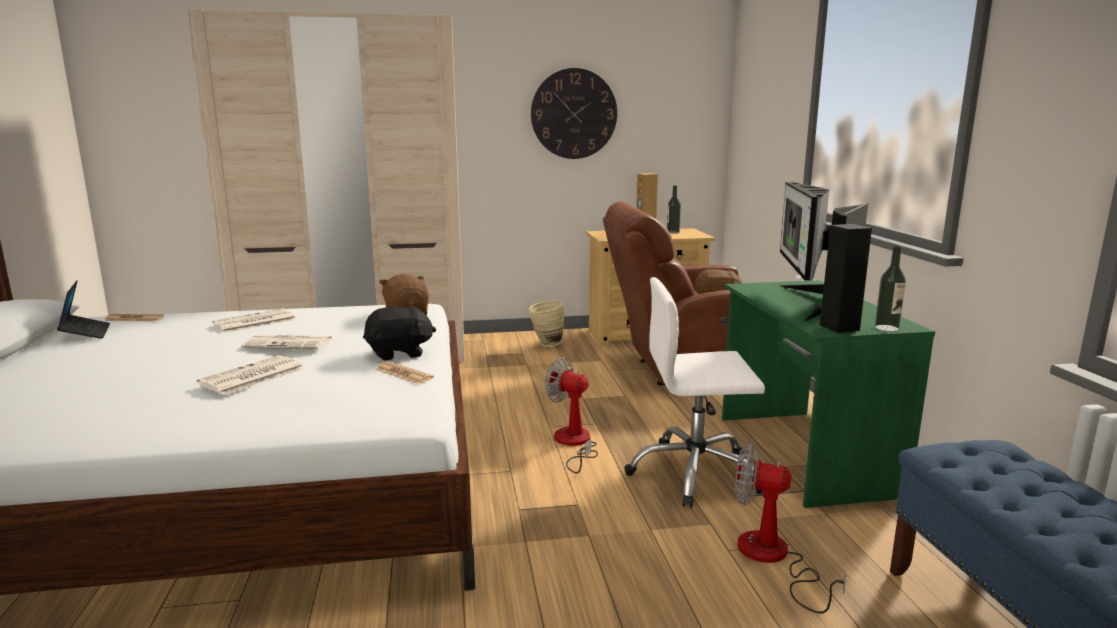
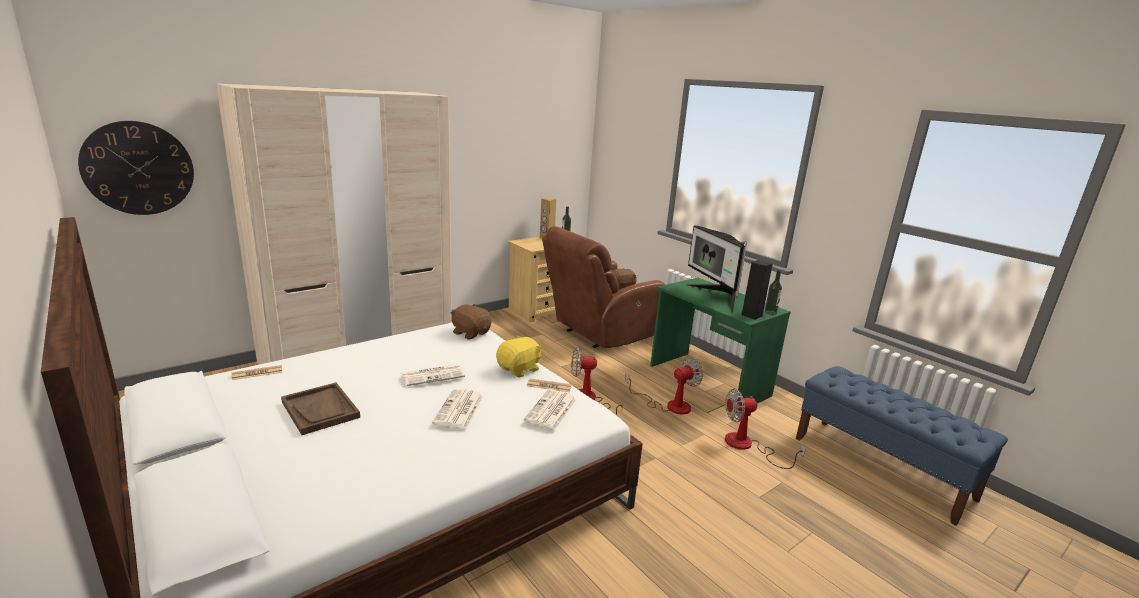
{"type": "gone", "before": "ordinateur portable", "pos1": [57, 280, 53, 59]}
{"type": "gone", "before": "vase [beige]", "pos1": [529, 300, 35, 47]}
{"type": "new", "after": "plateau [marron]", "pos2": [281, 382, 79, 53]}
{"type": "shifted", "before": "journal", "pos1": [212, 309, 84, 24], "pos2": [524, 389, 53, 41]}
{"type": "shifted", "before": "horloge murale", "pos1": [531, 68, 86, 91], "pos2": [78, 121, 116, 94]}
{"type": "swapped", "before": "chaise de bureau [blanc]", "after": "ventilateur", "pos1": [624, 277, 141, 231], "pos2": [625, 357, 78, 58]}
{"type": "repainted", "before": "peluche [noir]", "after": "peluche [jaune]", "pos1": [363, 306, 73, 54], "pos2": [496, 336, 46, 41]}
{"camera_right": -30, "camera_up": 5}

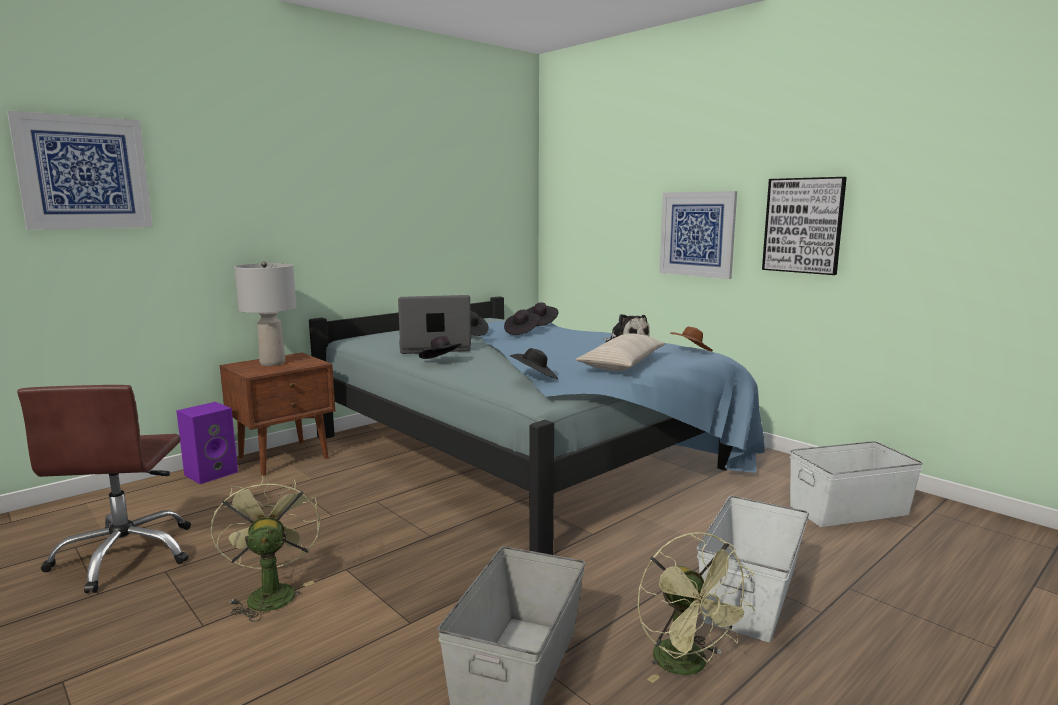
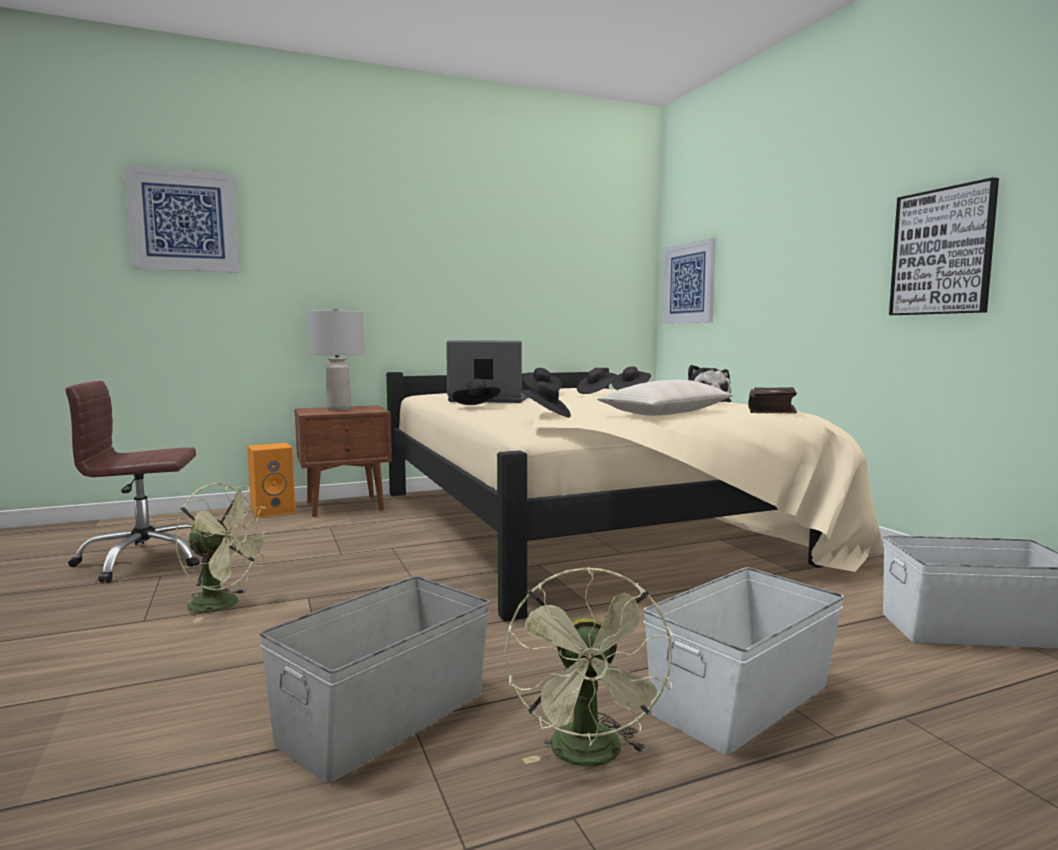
{"type": "shifted", "before": "tableau", "pos1": [659, 191, 78, 88], "pos2": [663, 238, 53, 86]}
{"type": "swapped", "before": "chapeau [marron]", "after": "livre", "pos1": [670, 326, 43, 26], "pos2": [748, 387, 49, 27]}
{"type": "repainted", "before": "enceinte [violet]", "after": "enceinte [orange]", "pos1": [176, 402, 62, 82], "pos2": [247, 443, 49, 75]}
{"type": "repainted", "before": "lit [bleu]", "after": "lit [beige]", "pos1": [309, 297, 456, 258], "pos2": [386, 368, 498, 254]}
{"type": "rotated", "before": "chaise de bureau [marron]", "pos1": [17, 385, 174, 208], "pos2": [65, 381, 135, 202], "turn": 60}
{"type": "rotated", "before": "ventilateur [vert]", "pos1": [211, 475, 110, 147], "pos2": [175, 483, 97, 139], "turn": 105}
{"camera_right": 20, "camera_up": -5}

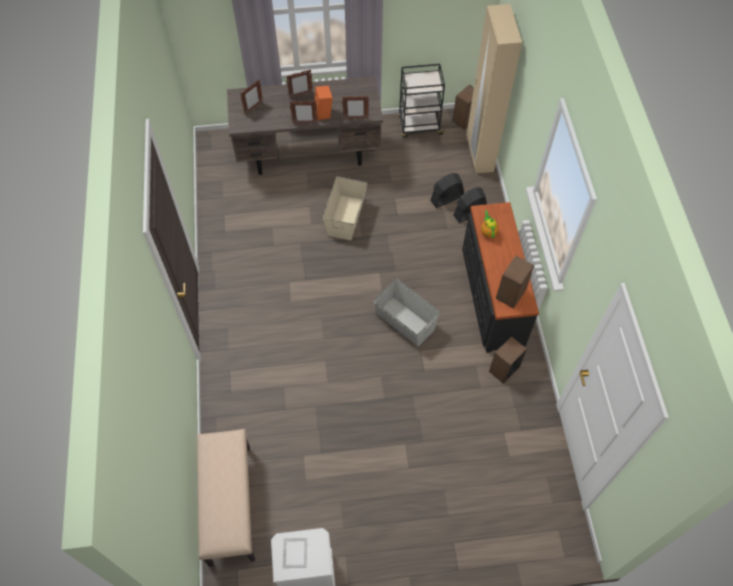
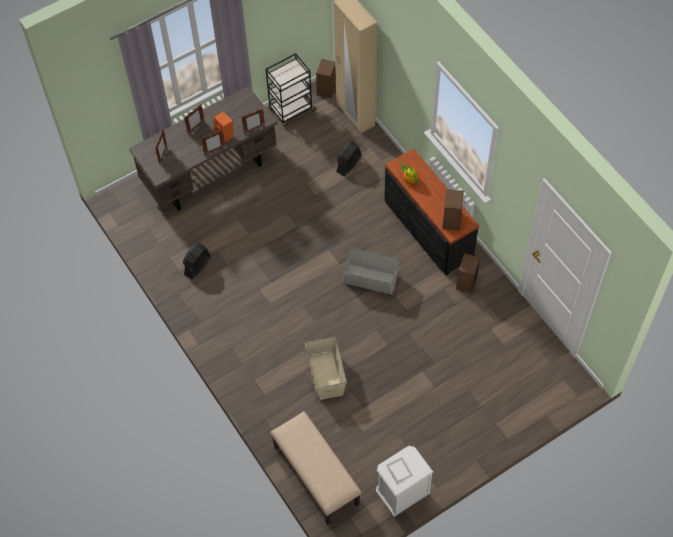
{"type": "shifted", "before": "boîte de rangement [beige]", "pos1": [323, 176, 45, 64], "pos2": [305, 336, 42, 64]}
{"type": "shifted", "before": "ventilateur [noir]", "pos1": [453, 187, 34, 36], "pos2": [183, 242, 28, 37]}
{"camera_right": -25, "camera_up": 0}

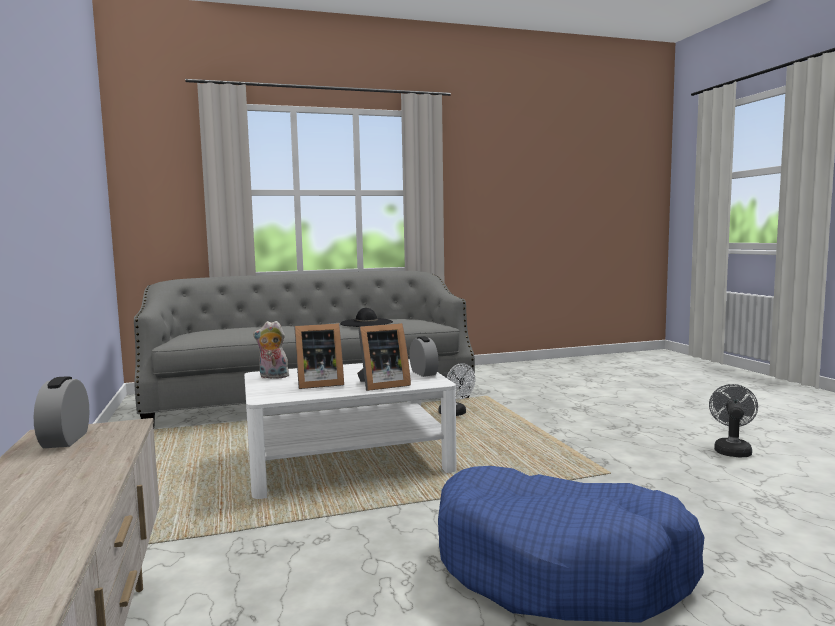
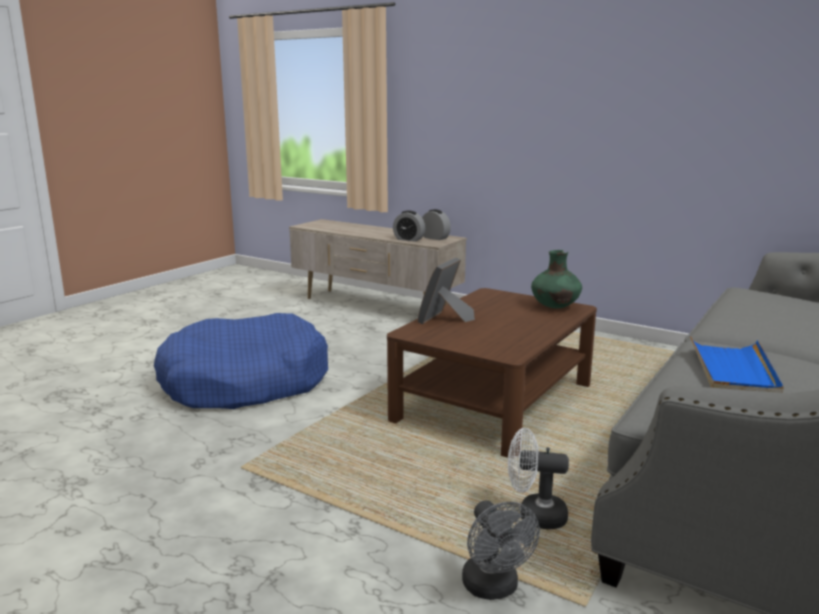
{"type": "gone", "before": "cadre photo", "pos1": [294, 323, 50, 66]}
{"type": "shifted", "before": "réveil", "pos1": [409, 336, 30, 41], "pos2": [393, 210, 32, 32]}
{"type": "shifted", "before": "ventilateur [gris]", "pos1": [709, 384, 49, 73], "pos2": [462, 500, 78, 100]}
{"type": "swapped", "before": "peluche", "after": "vase [vert]", "pos1": [253, 321, 36, 58], "pos2": [531, 250, 51, 58]}
{"type": "swapped", "before": "chapeau [noir]", "after": "plateau [bleu]", "pos1": [340, 308, 53, 19], "pos2": [690, 336, 94, 57]}
{"type": "repainted", "before": "table basse [blanc]", "after": "table basse [marron]", "pos1": [244, 359, 213, 140], "pos2": [387, 288, 210, 170]}
{"camera_right": 140, "camera_up": 10}

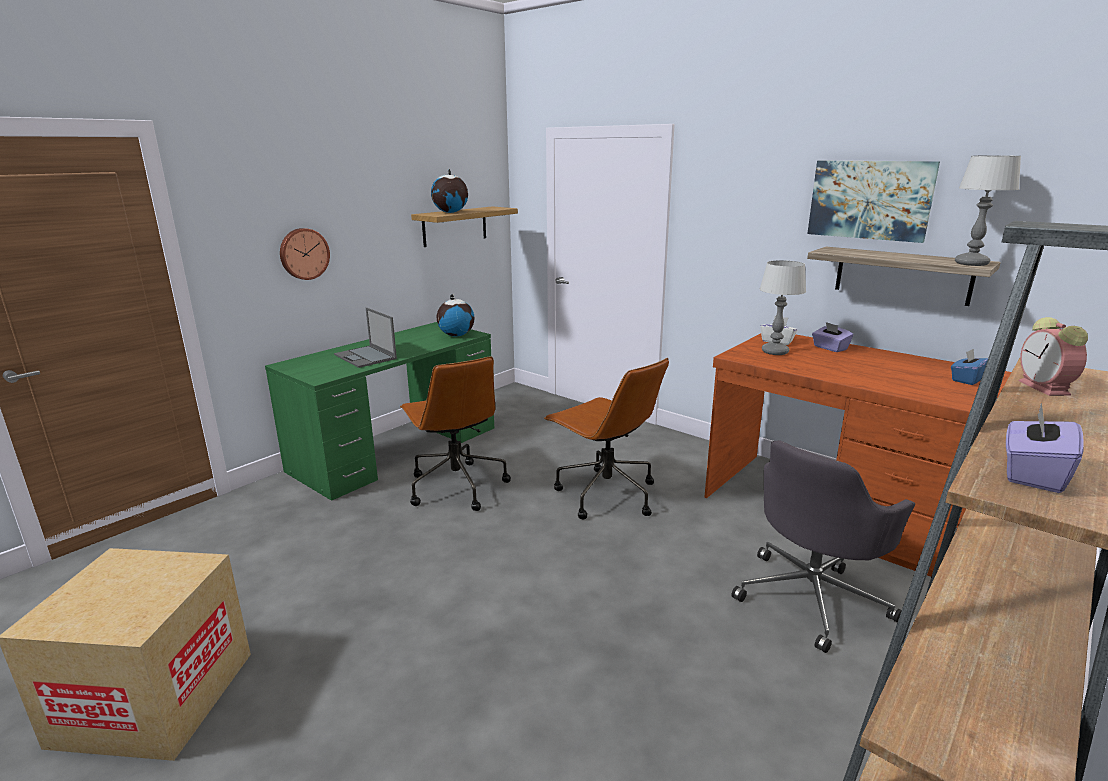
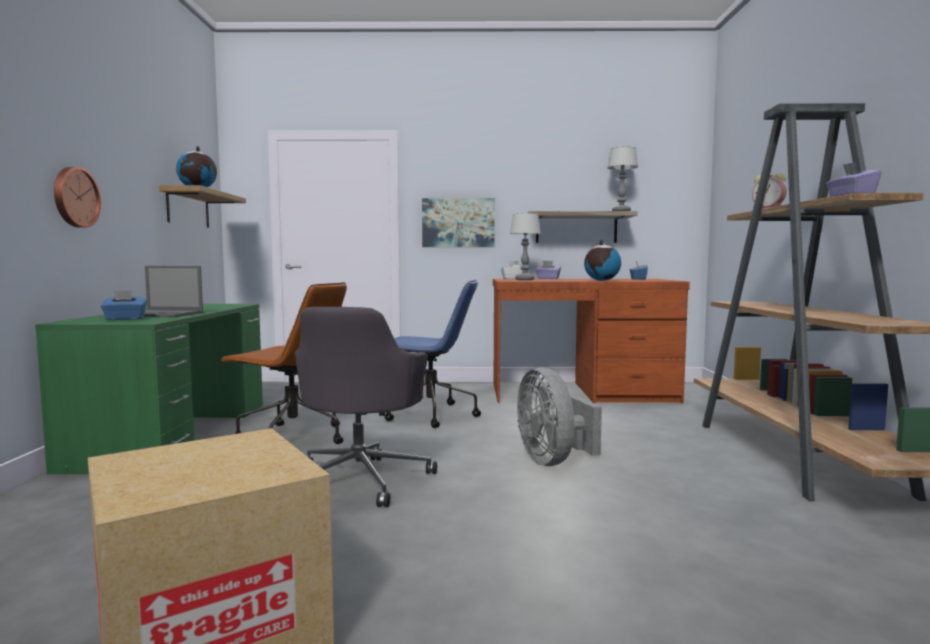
{"type": "new", "after": "boîte à mouchoirs [bleu]", "pos2": [101, 290, 46, 30]}
{"type": "new", "after": "ventilateur [gris]", "pos2": [517, 367, 85, 99]}
{"type": "shifted", "before": "globe", "pos1": [437, 294, 37, 43], "pos2": [584, 240, 37, 41]}
{"type": "shifted", "before": "chaise de bureau [gris]", "pos1": [732, 440, 183, 213], "pos2": [295, 307, 142, 200]}
{"type": "shifted", "before": "tableau", "pos1": [807, 161, 133, 82], "pos2": [422, 198, 73, 49]}
{"type": "repainted", "before": "chaise de bureau [marron]", "after": "chaise de bureau [bleu]", "pos1": [544, 358, 125, 162], "pos2": [385, 279, 96, 149]}
{"camera_right": -40, "camera_up": -15}

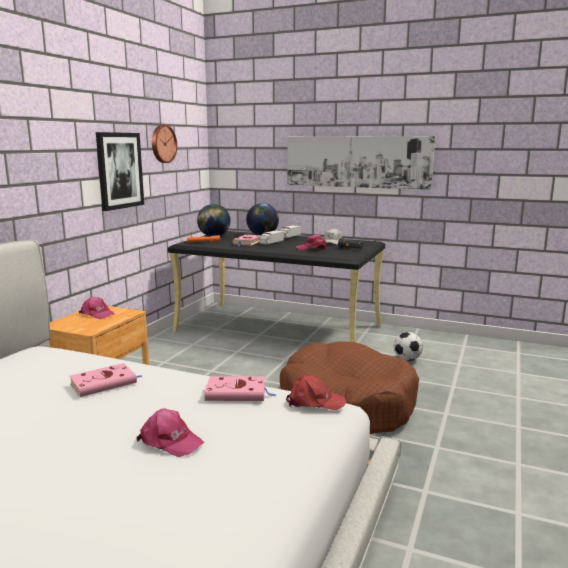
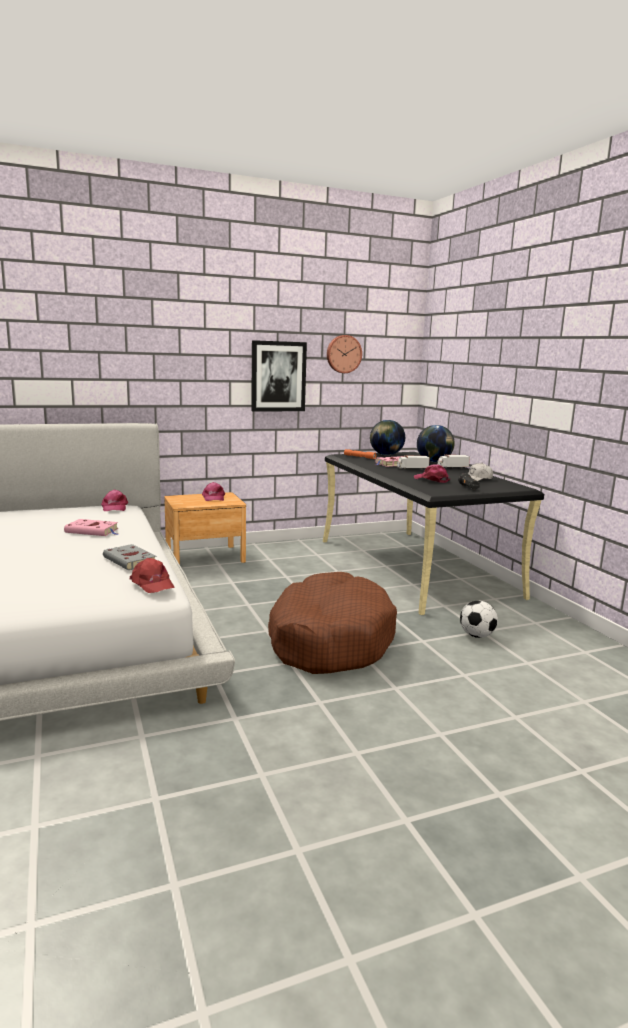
{"type": "gone", "before": "tableau", "pos1": [287, 136, 148, 54]}
{"type": "shifted", "before": "casquette [rose]", "pos1": [136, 409, 68, 48], "pos2": [101, 490, 28, 21]}
{"type": "repainted", "before": "livre [rose]", "after": "livre [gris]", "pos1": [204, 376, 72, 25], "pos2": [103, 544, 53, 26]}
{"camera_right": 45, "camera_up": 0}

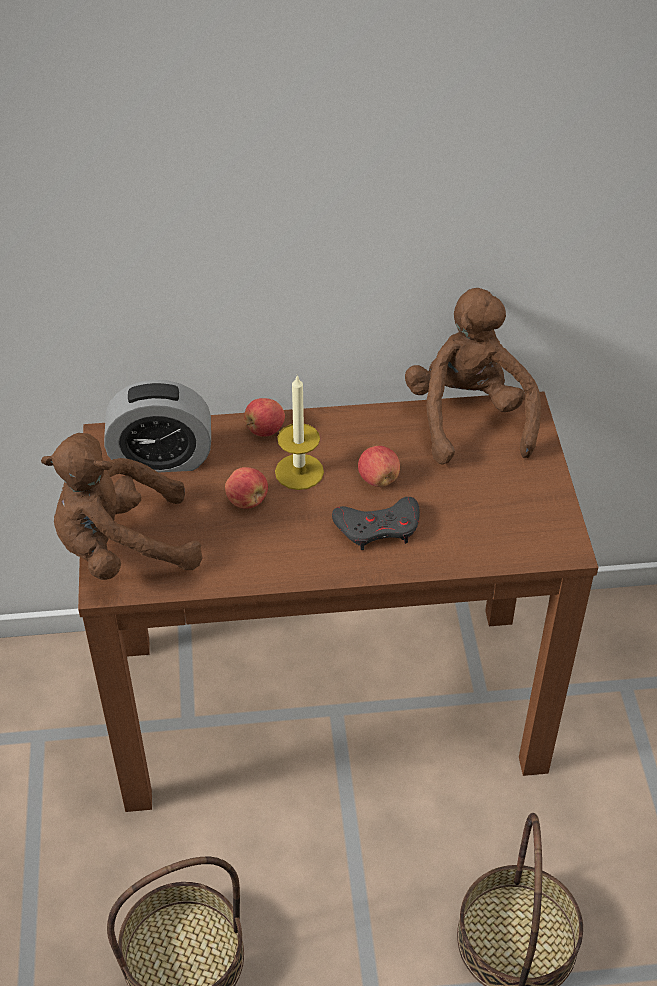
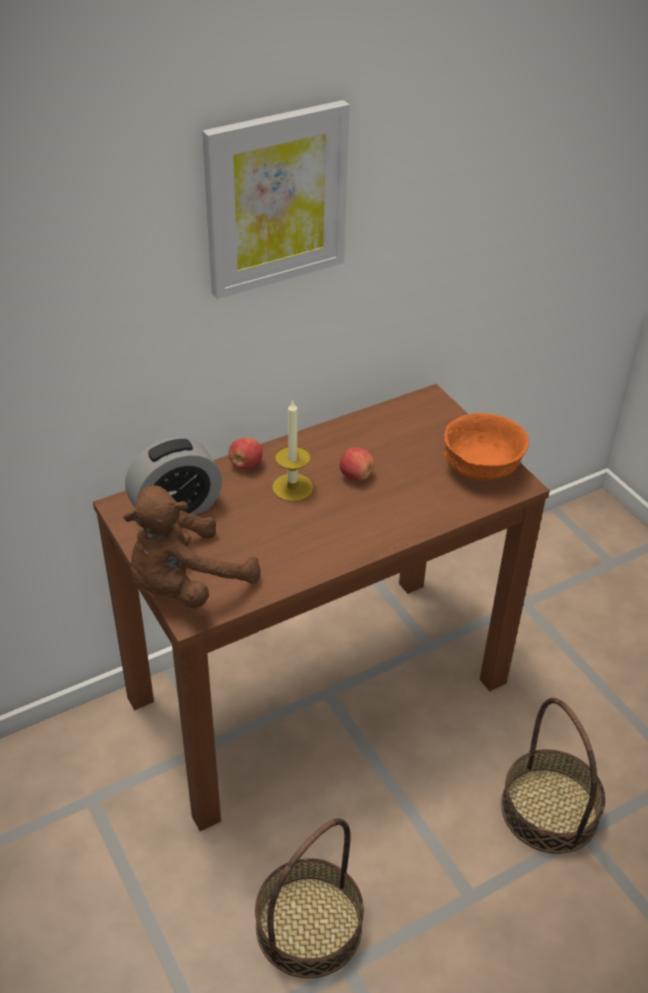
{"type": "gone", "before": "pomme", "pos1": [225, 467, 43, 41]}
{"type": "gone", "before": "manette [gris]", "pos1": [332, 497, 88, 53]}
{"type": "gone", "before": "peluche [marron]", "pos1": [405, 288, 136, 177]}
{"type": "new", "after": "tableau", "pos2": [202, 100, 148, 199]}
{"type": "new", "after": "bol [orange]", "pos2": [444, 413, 85, 68]}
{"camera_right": -25, "camera_up": -5}

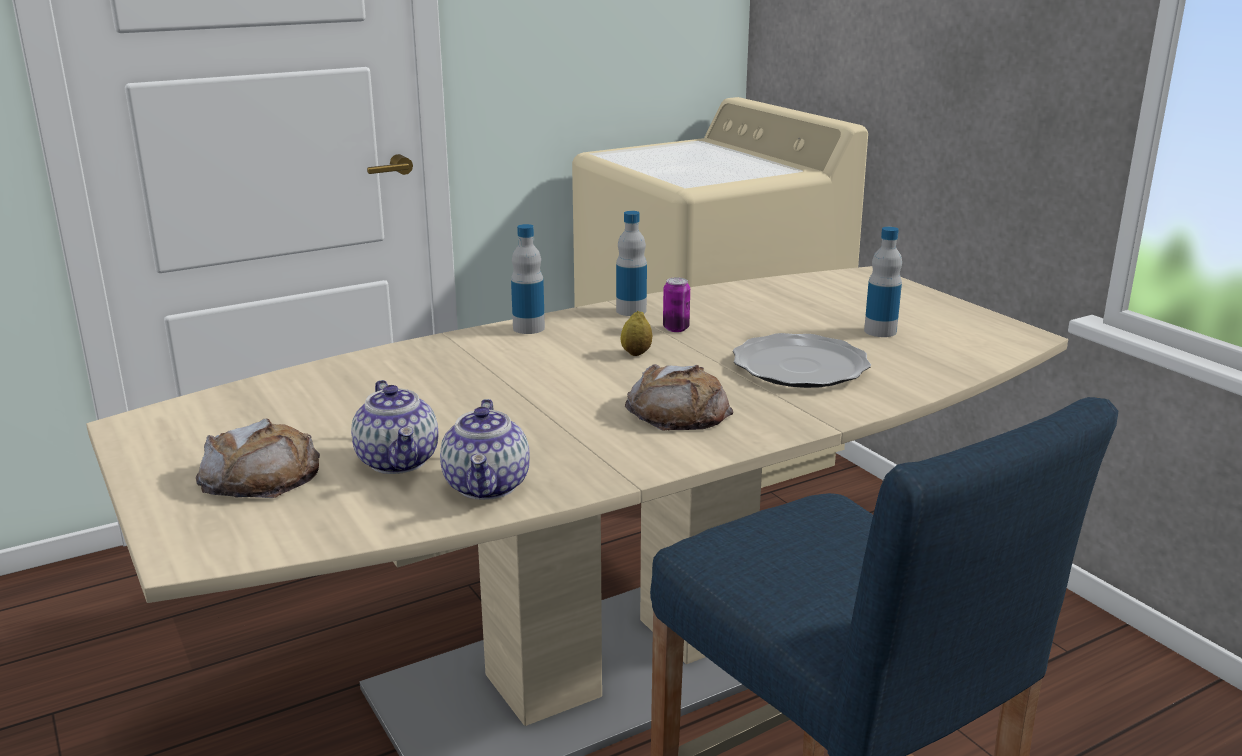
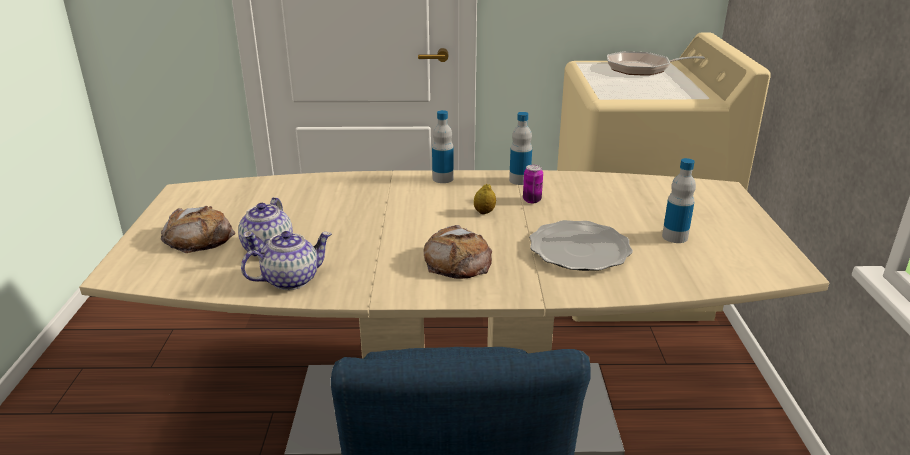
{"type": "new", "after": "poêle", "pos2": [607, 51, 98, 25]}
{"type": "rotated", "before": "théière", "pos1": [440, 399, 90, 101], "pos2": [241, 231, 91, 59], "turn": -150}
{"camera_right": 30, "camera_up": 5}

